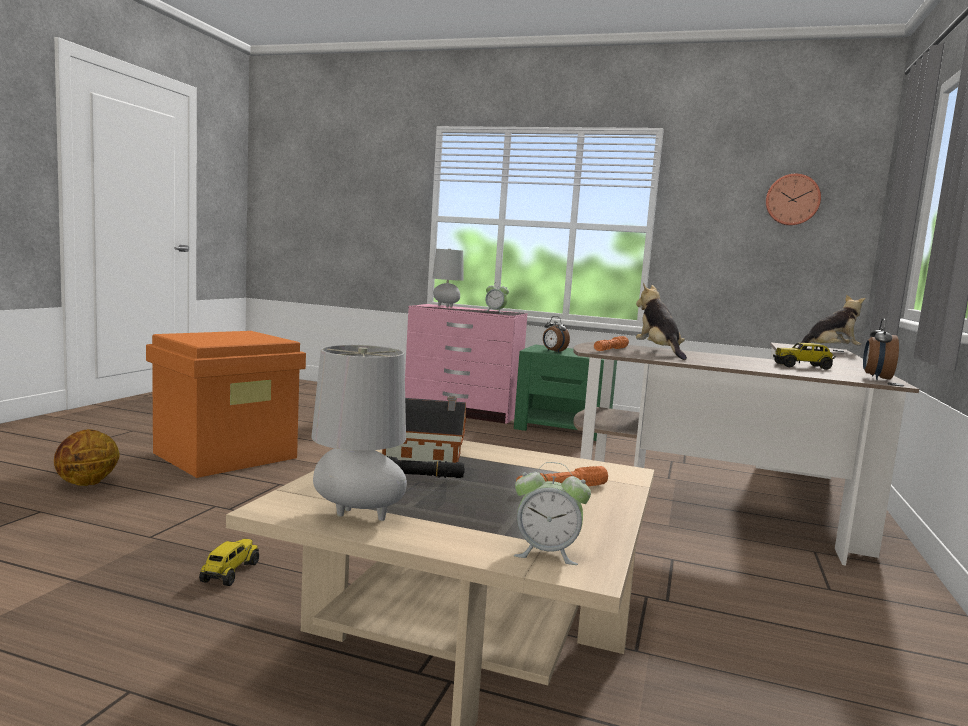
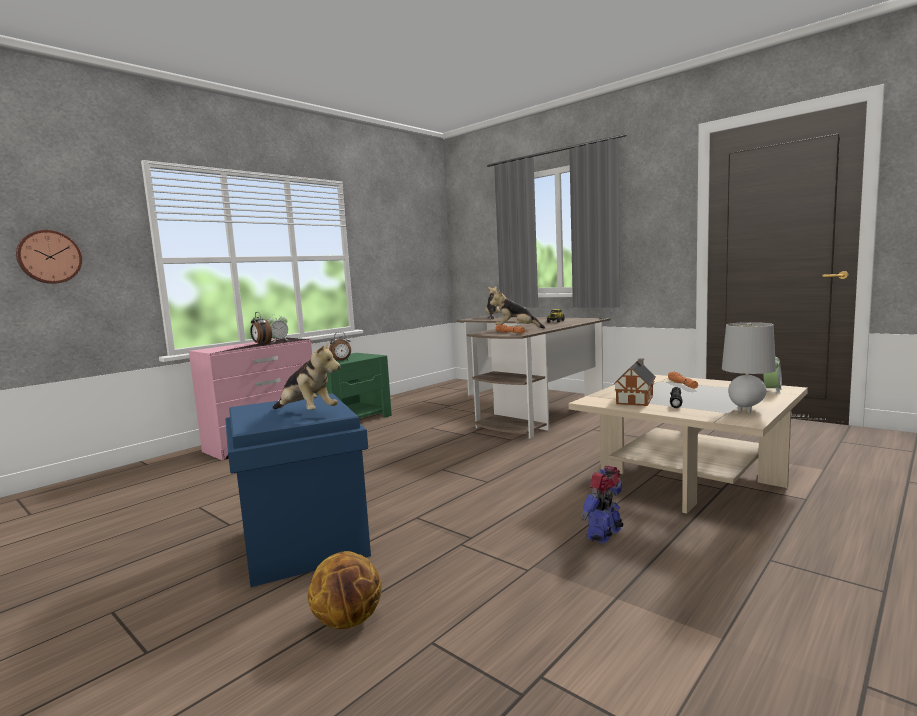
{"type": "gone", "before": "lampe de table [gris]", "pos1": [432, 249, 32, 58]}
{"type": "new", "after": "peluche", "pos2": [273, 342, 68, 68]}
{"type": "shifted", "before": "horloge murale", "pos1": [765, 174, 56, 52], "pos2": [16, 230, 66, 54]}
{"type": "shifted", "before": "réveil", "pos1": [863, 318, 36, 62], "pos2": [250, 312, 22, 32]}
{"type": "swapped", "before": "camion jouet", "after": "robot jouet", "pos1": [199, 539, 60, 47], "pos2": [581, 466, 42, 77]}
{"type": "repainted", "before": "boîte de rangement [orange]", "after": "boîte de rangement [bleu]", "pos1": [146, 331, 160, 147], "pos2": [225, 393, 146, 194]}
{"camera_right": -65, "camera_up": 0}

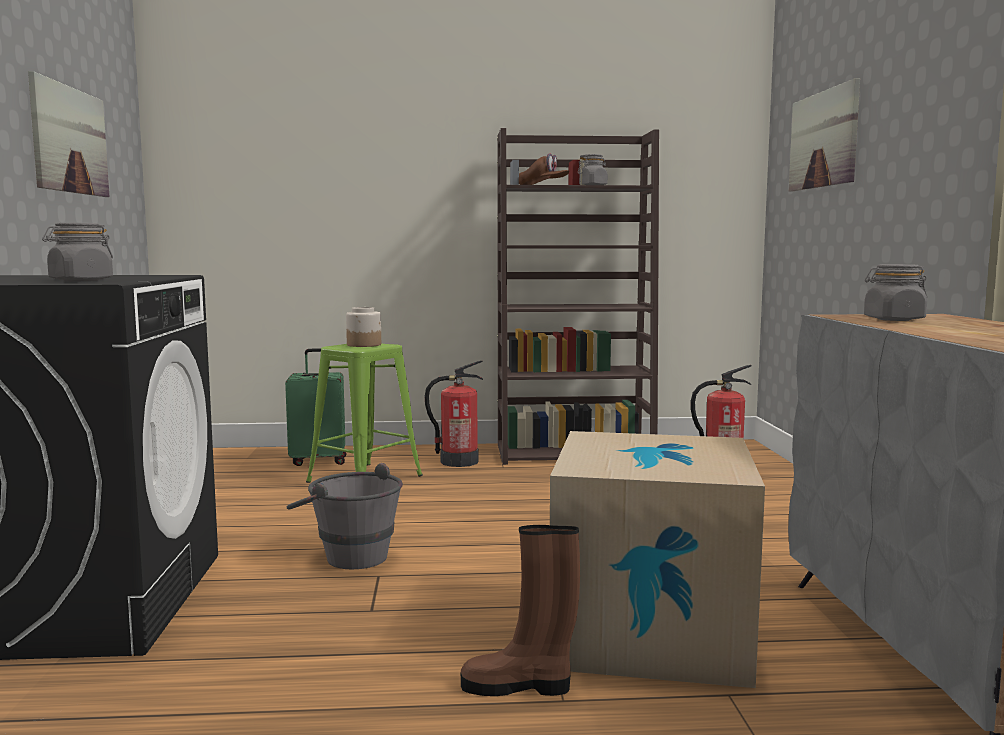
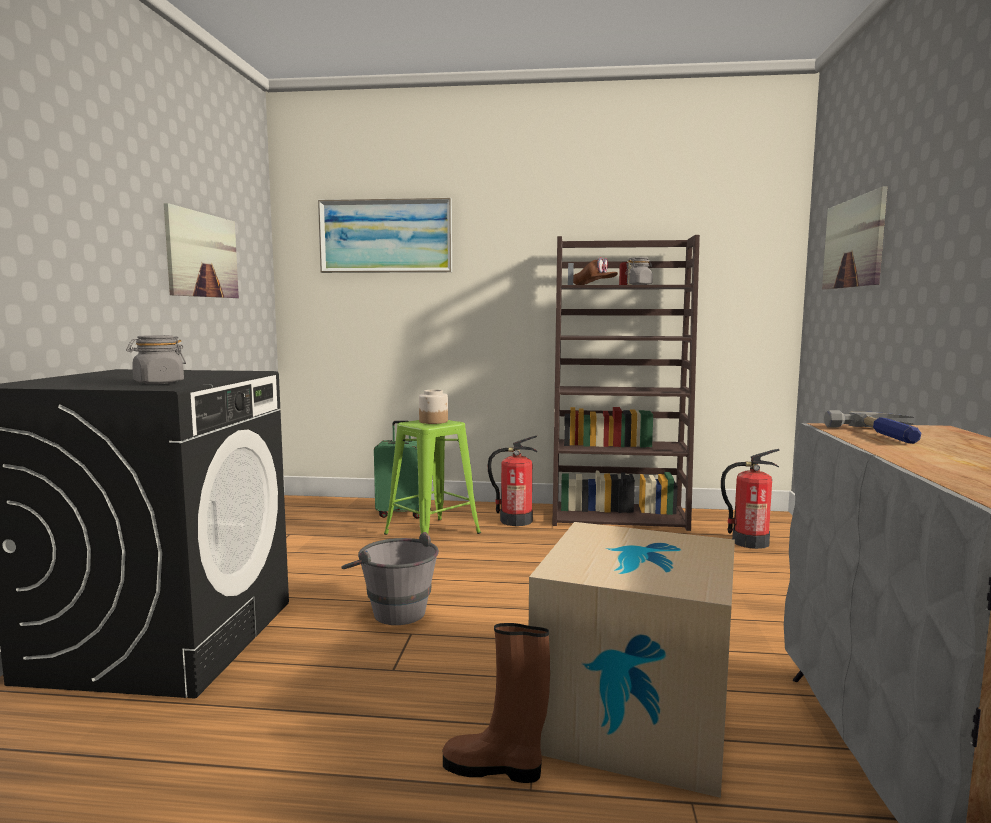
{"type": "new", "after": "tableau", "pos2": [318, 198, 134, 75]}
{"type": "swapped", "before": "bocal [gris]", "after": "marteau", "pos1": [864, 264, 63, 57], "pos2": [824, 410, 97, 34]}
{"camera_right": 10, "camera_up": 0}

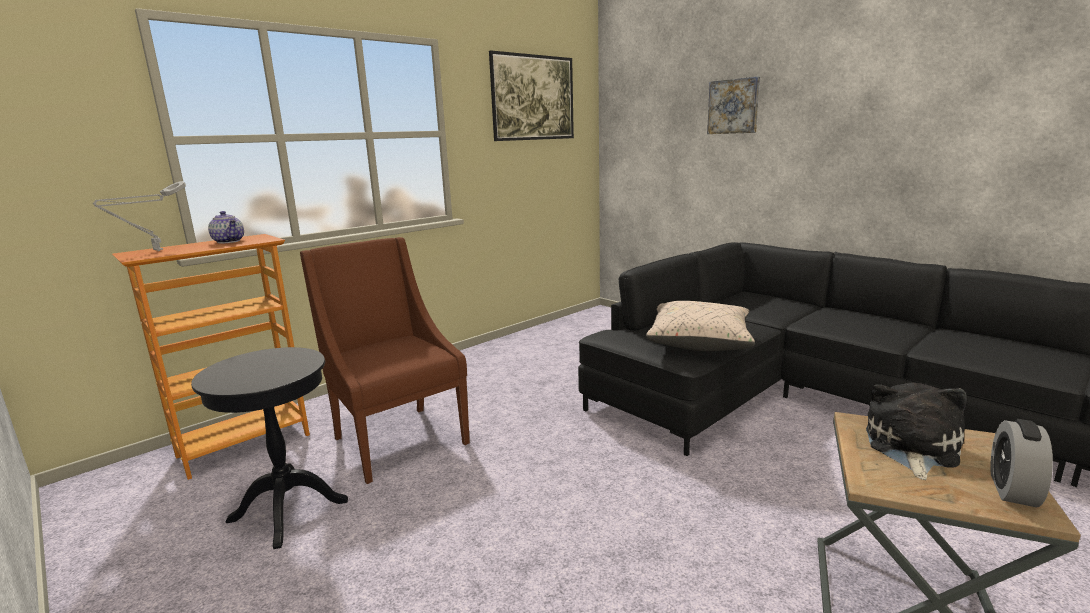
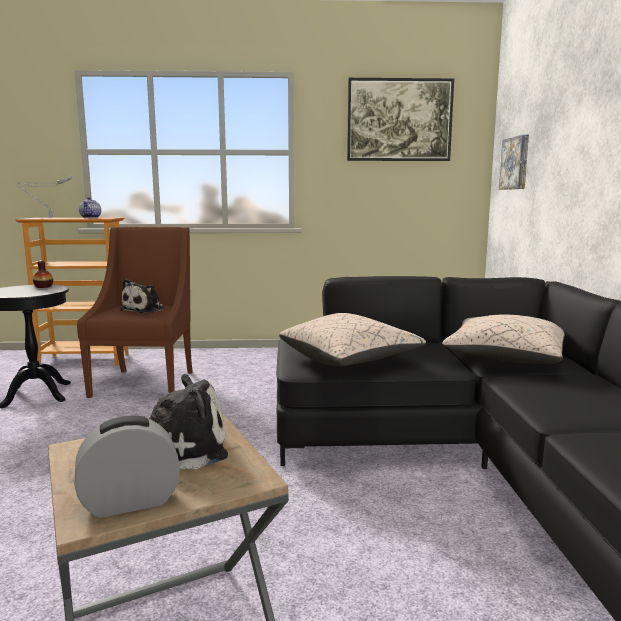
{"type": "new", "after": "vase", "pos2": [33, 261, 20, 27]}
{"type": "new", "after": "peluche", "pos2": [120, 279, 45, 34]}
{"type": "new", "after": "coussin [beige]", "pos2": [442, 315, 123, 49]}
{"type": "shifted", "before": "tableau", "pos1": [707, 77, 53, 57], "pos2": [499, 135, 30, 55]}
{"camera_right": 40, "camera_up": -5}

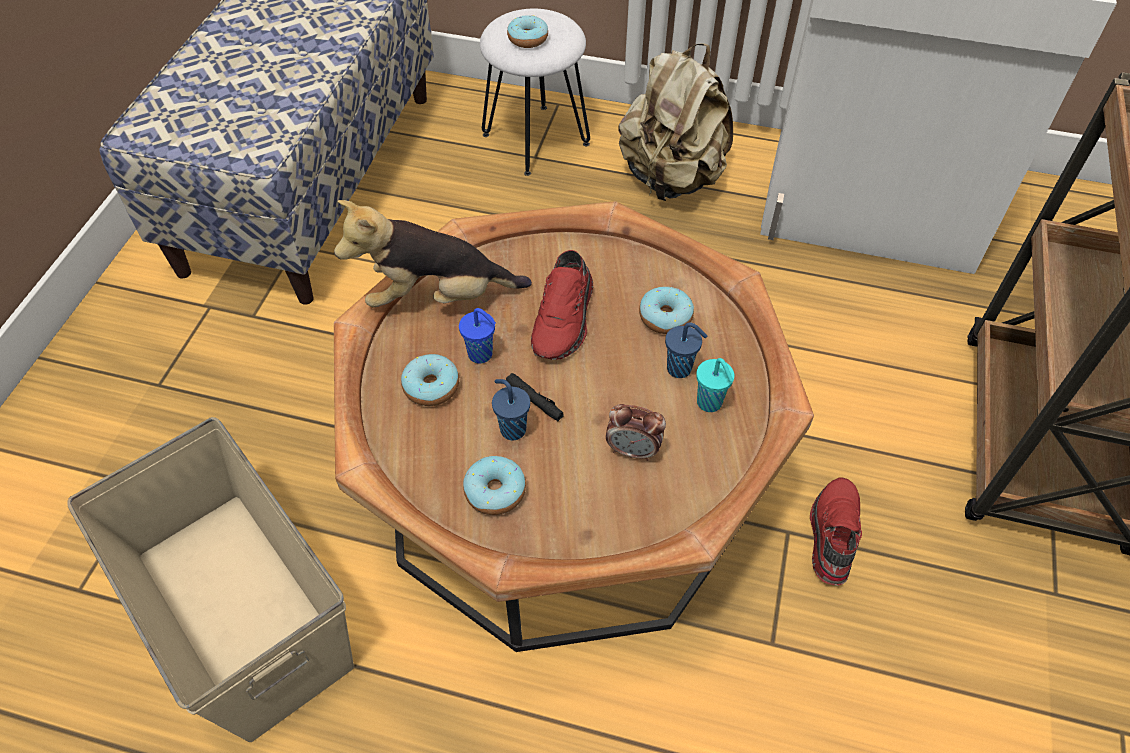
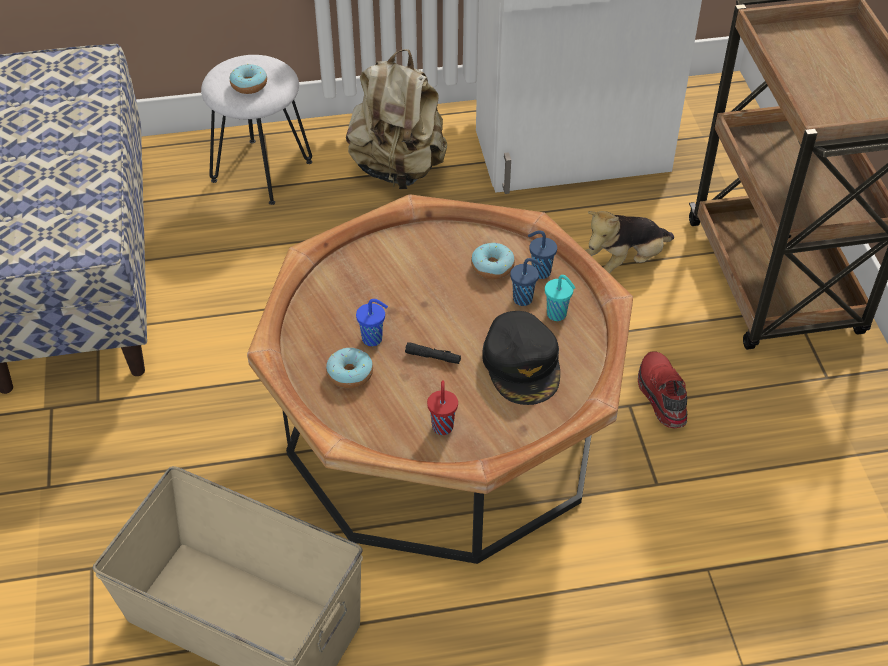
{"type": "gone", "before": "chaussure [rouge]", "pos1": [531, 250, 62, 110]}
{"type": "shifted", "before": "peluche", "pos1": [334, 200, 198, 107], "pos2": [585, 211, 89, 63]}
{"type": "shifted", "before": "tasse [bleu]", "pos1": [492, 379, 38, 61], "pos2": [528, 230, 29, 49]}
{"type": "swapped", "before": "beignet", "after": "tasse [rouge]", "pos1": [463, 456, 63, 59], "pos2": [427, 381, 31, 54]}
{"type": "swapped", "before": "réveil", "after": "casquette [noir]", "pos1": [606, 404, 60, 57], "pos2": [482, 311, 78, 94]}
{"camera_right": -25, "camera_up": -5}

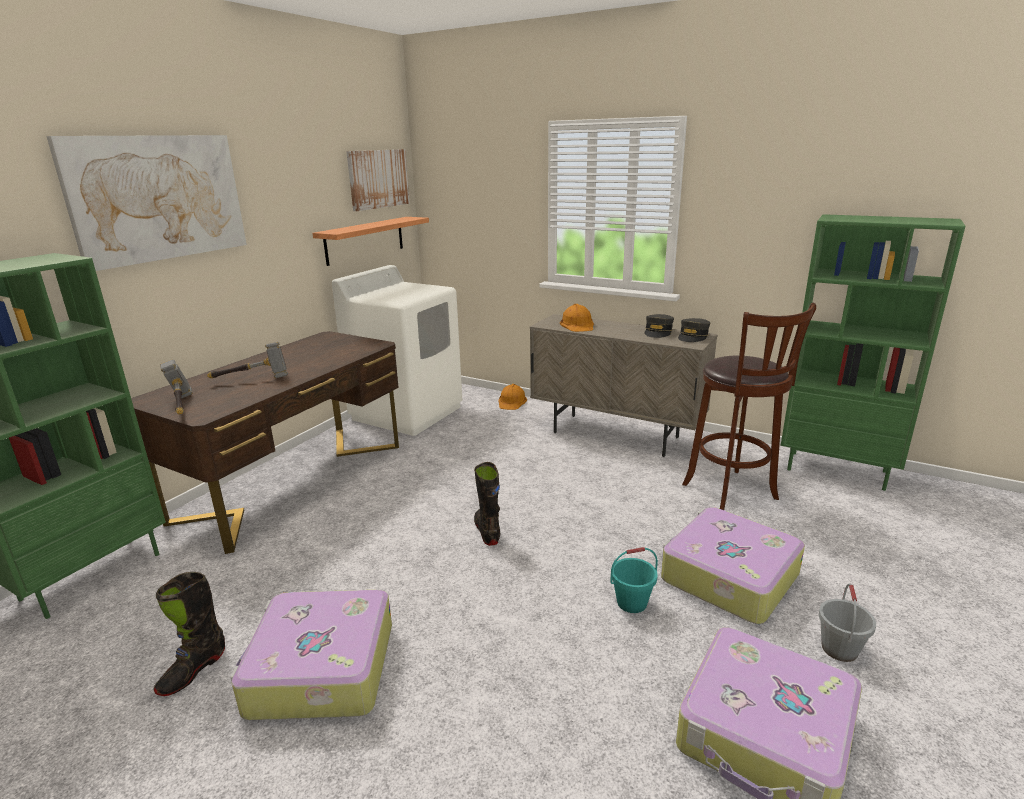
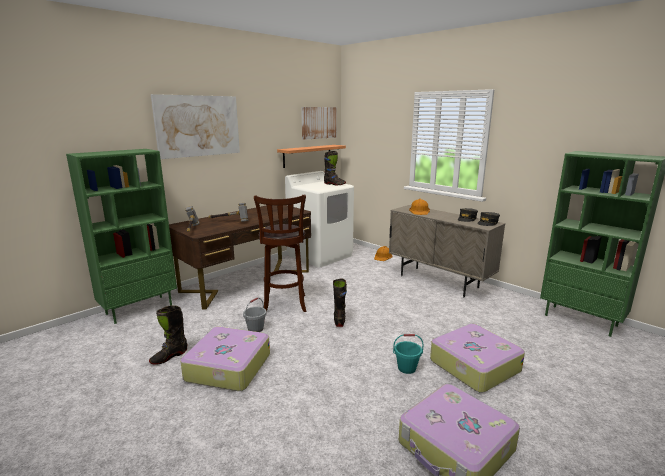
{"type": "new", "after": "botte [noir]", "pos2": [324, 151, 22, 35]}
{"type": "shifted", "before": "tabouret [marron]", "pos1": [682, 303, 134, 207], "pos2": [254, 194, 52, 118]}
{"type": "shifted", "before": "seau [gris]", "pos1": [819, 583, 57, 79], "pos2": [243, 298, 23, 34]}
{"camera_right": 15, "camera_up": -5}

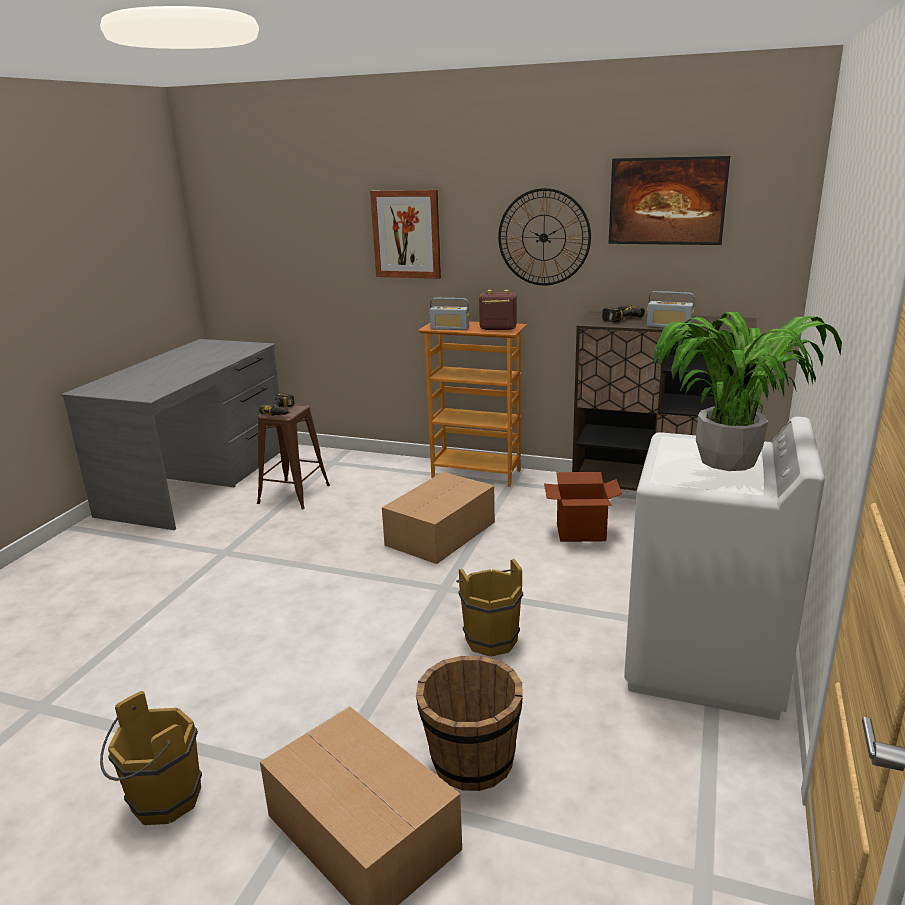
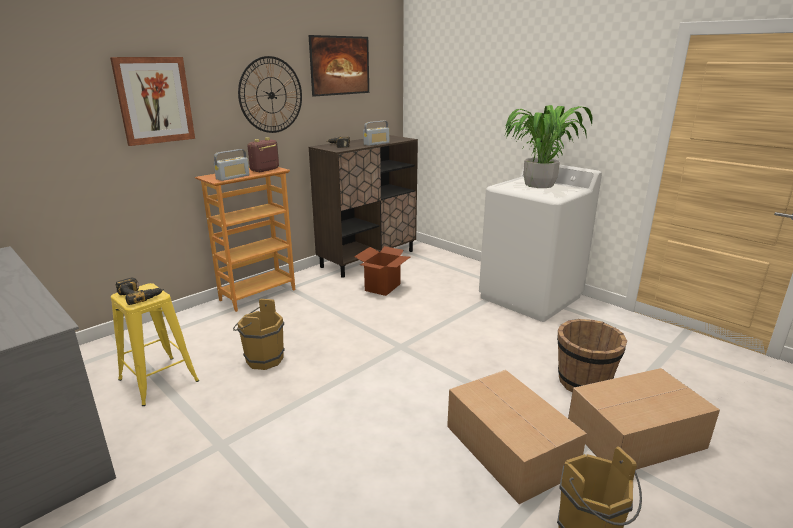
{"type": "shifted", "before": "carton", "pos1": [382, 472, 113, 92], "pos2": [447, 370, 140, 134]}
{"type": "shifted", "before": "seau [marron]", "pos1": [456, 559, 67, 97], "pos2": [233, 299, 52, 71]}
{"type": "repainted", "before": "tabouret [marron]", "after": "tabouret [jaune]", "pos1": [257, 405, 73, 105], "pos2": [111, 283, 88, 123]}
{"camera_right": -65, "camera_up": 0}

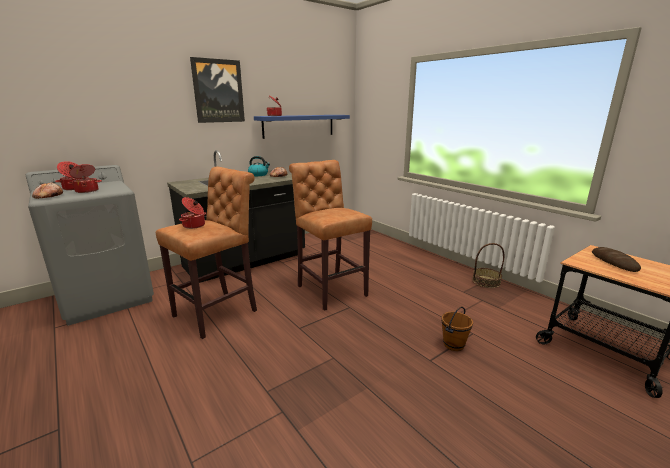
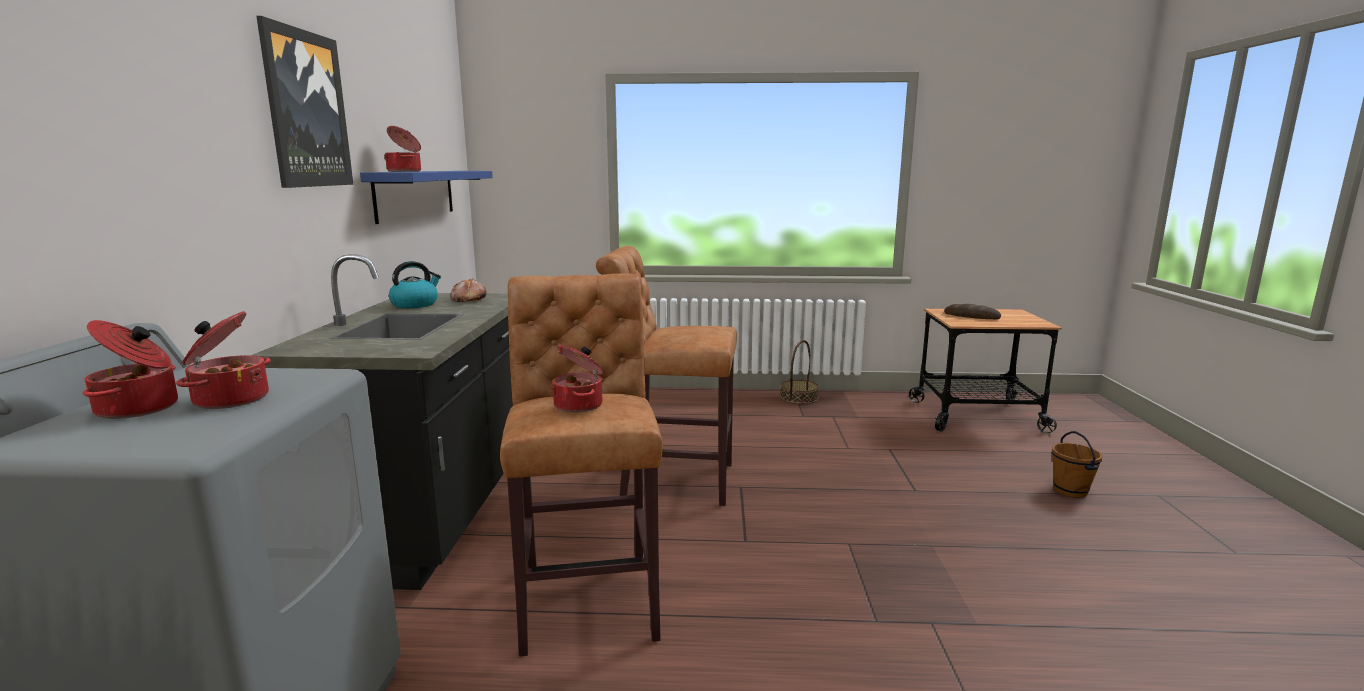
{"type": "gone", "before": "pain", "pos1": [32, 182, 31, 17]}
{"type": "shifted", "before": "seau [marron]", "pos1": [441, 307, 32, 44], "pos2": [1052, 431, 51, 67]}
{"camera_right": -50, "camera_up": -5}

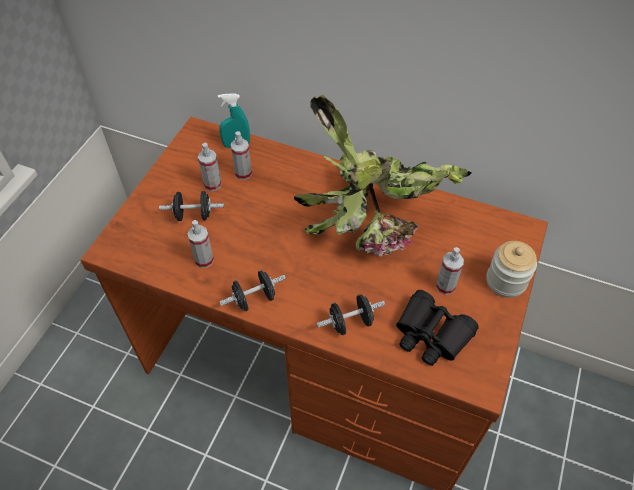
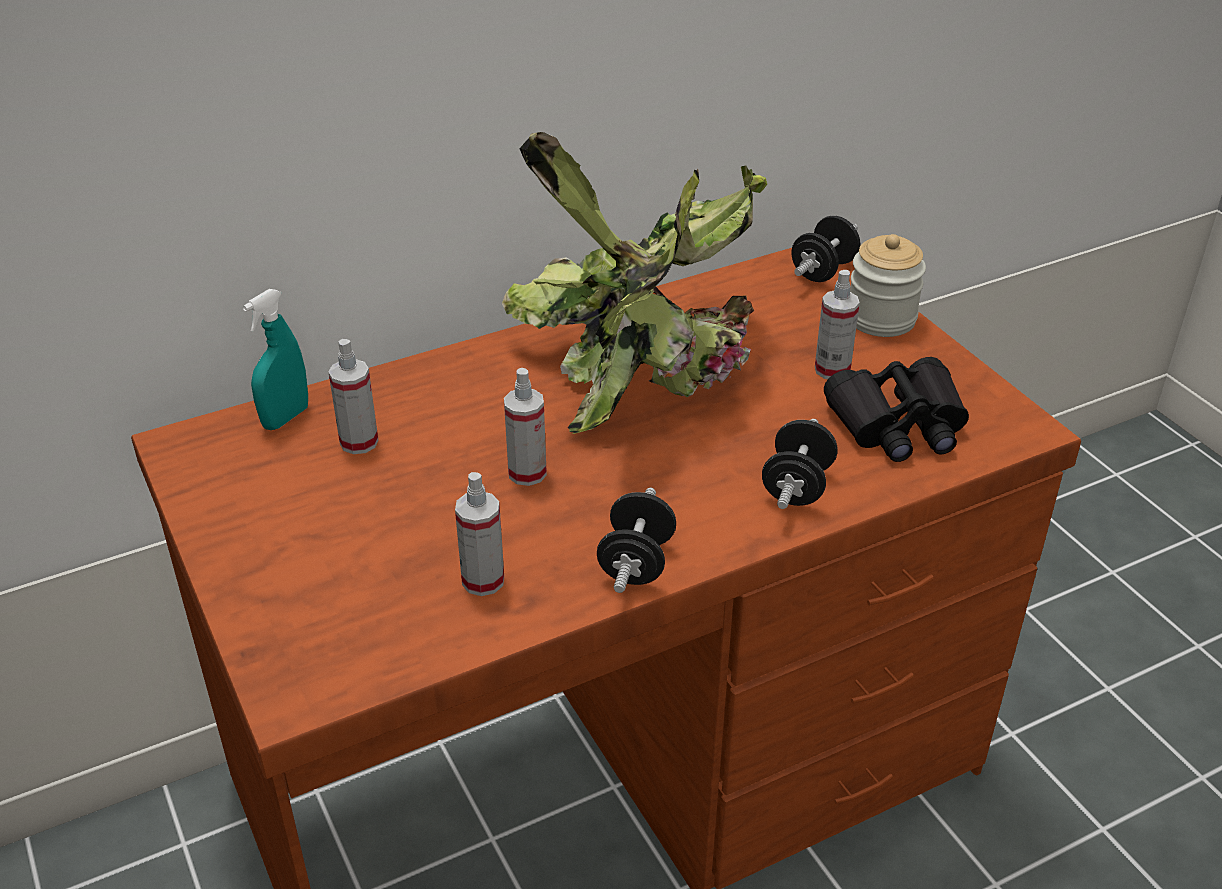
{"type": "shifted", "before": "haltère [noir]", "pos1": [159, 191, 65, 30], "pos2": [792, 216, 68, 66]}
{"type": "shifted", "before": "vaporisateur", "pos1": [198, 142, 24, 49], "pos2": [504, 368, 43, 118]}
{"camera_right": -50, "camera_up": -15}

